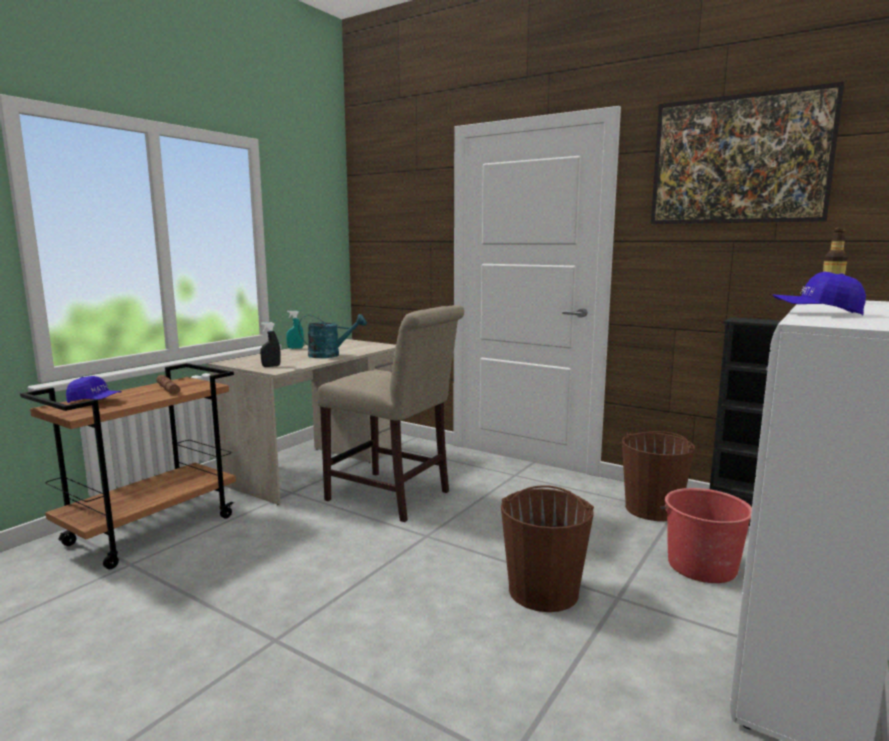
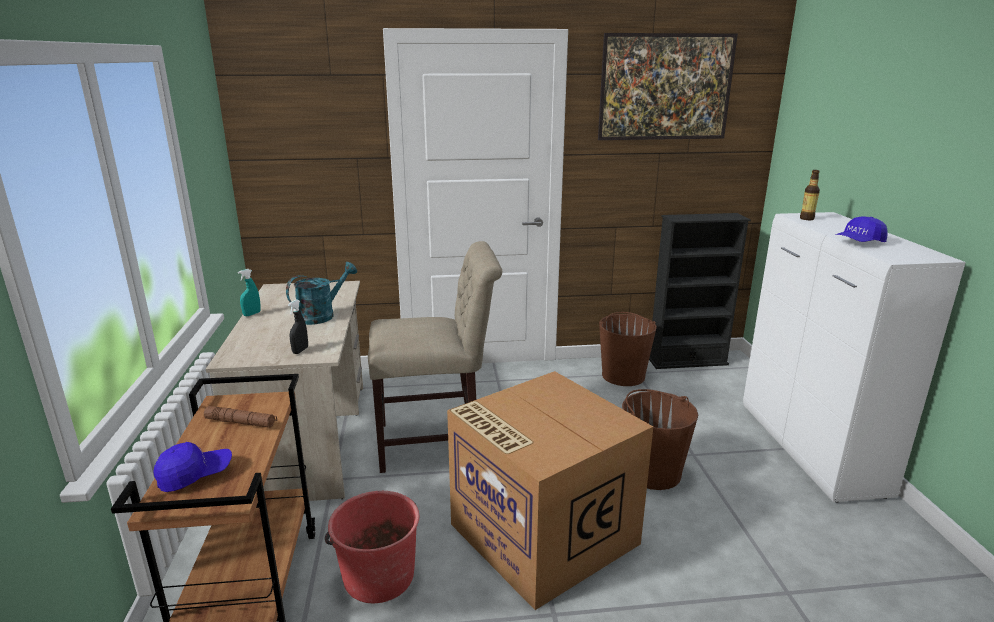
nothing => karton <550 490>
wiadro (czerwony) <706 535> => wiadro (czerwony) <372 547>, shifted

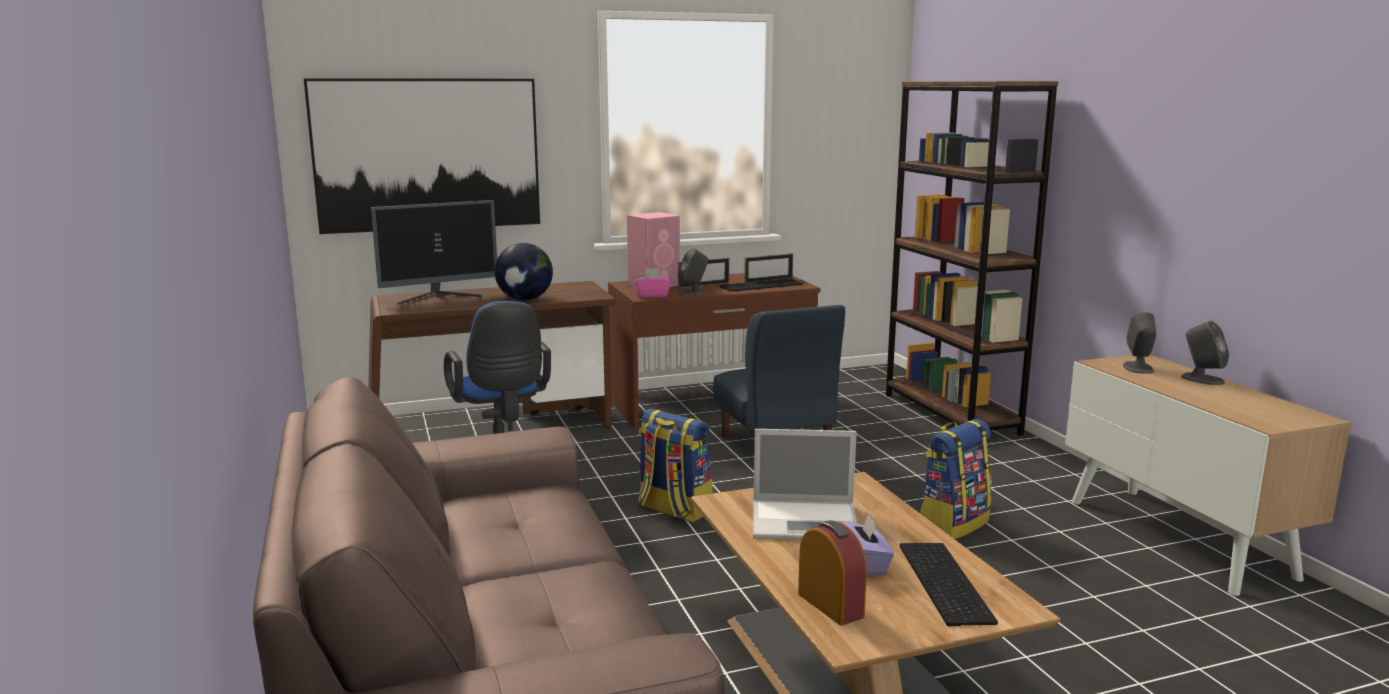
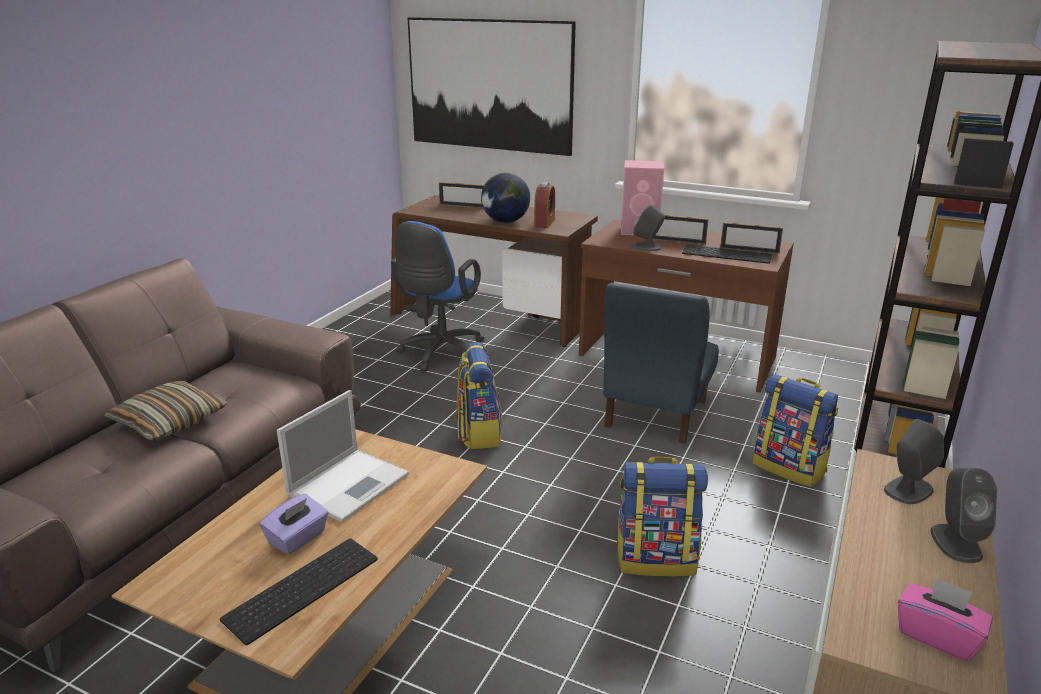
nothing => poduszka <165 411>
nothing => plecak <795 430>
pudełko chusteczek (różowy) <653 283> => pudełko chusteczek (różowy) <945 619>, shifted
budzik <832 572> => budzik <544 205>, shifted
monitor <434 252> => ramka na zdjęcie <461 195>
laptop <805 484> => laptop <343 456>, 105 degrees counterclockwise

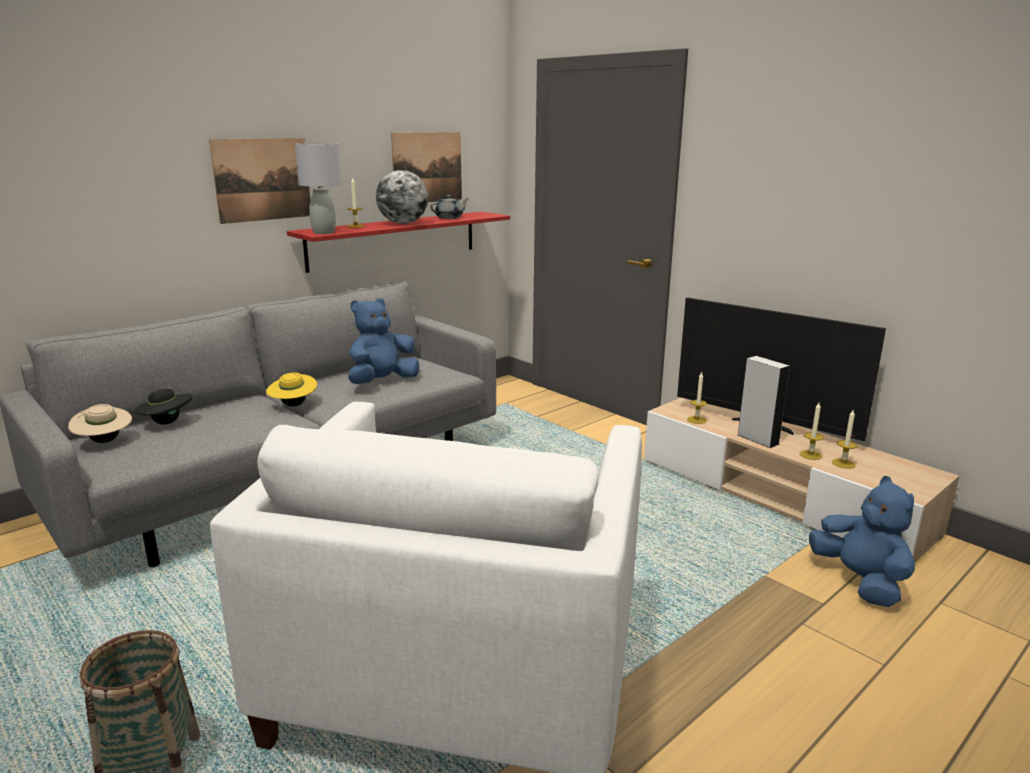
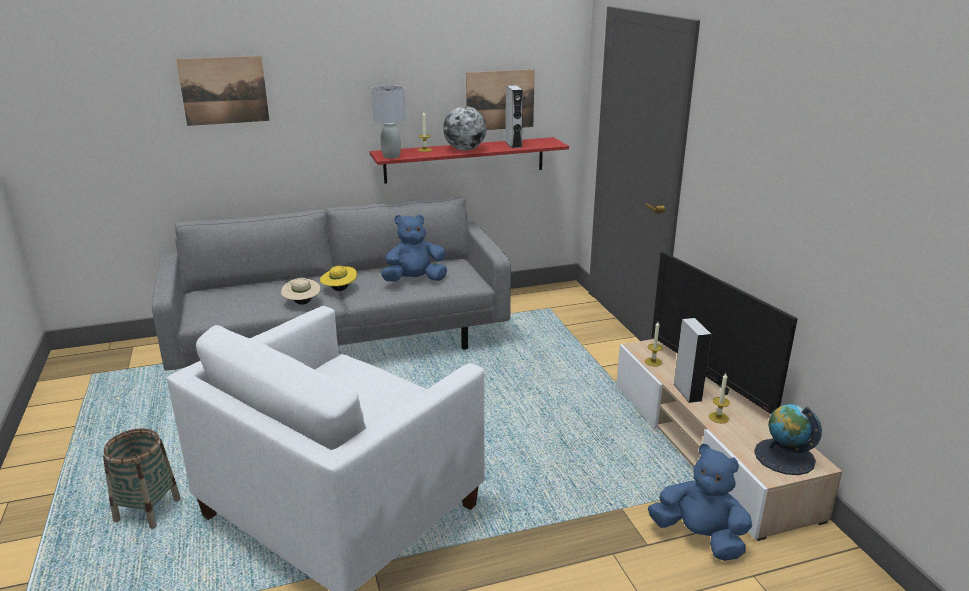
kapelusz (czarny) <163 405> => nothing
świeca <844 439> => nothing
nothing => globus <788 439>
kapelusz (beżowy) <100 423> => kapelusz (beżowy) <301 291>, shifted
obraz <259 181> => obraz <222 91>, shifted
imbryk (szary) <449 207> => głośnik (szary) <514 116>
pluszak (niebieski) <862 541> => pluszak (niebieski) <700 502>, 60 degrees counterclockwise

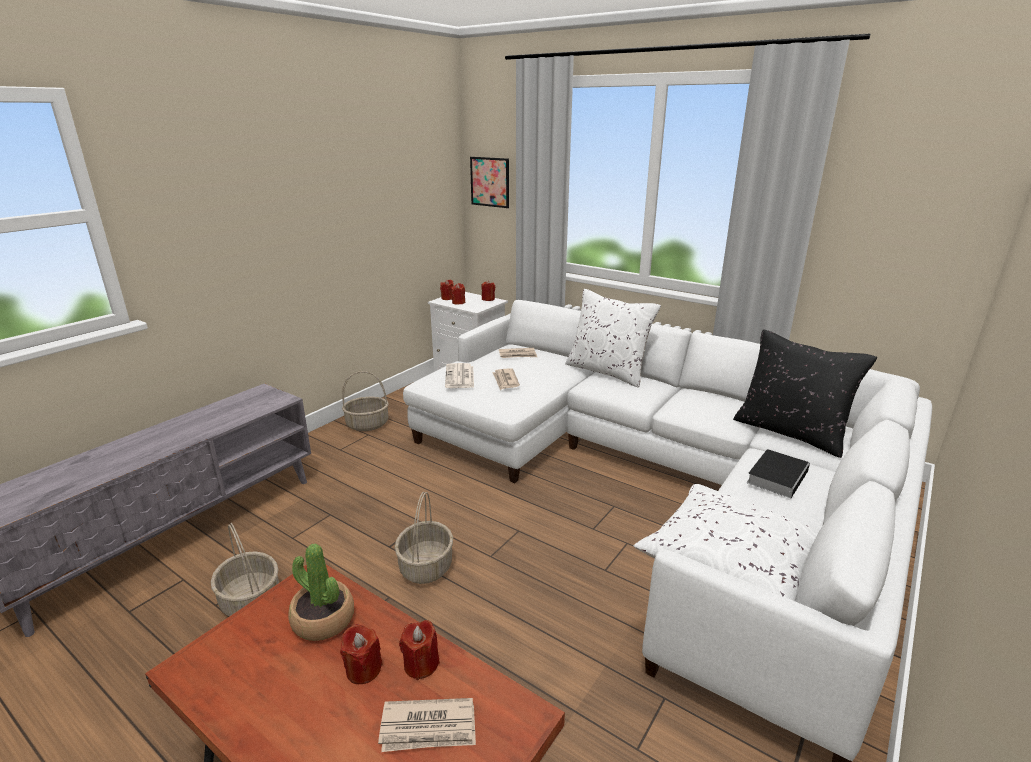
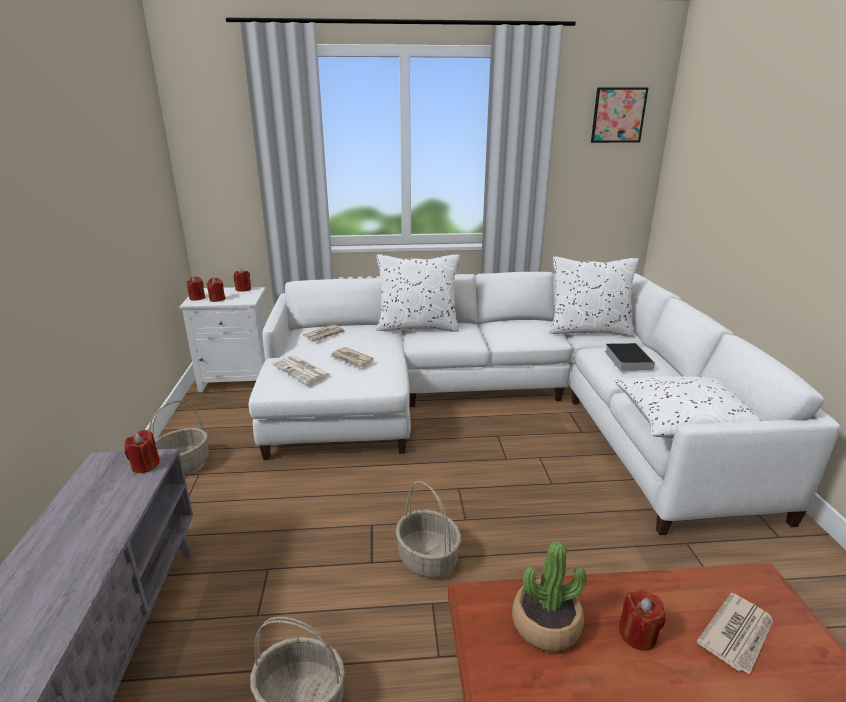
świeca (czerwony) <419 650> => świeca (czerwony) <142 451>, shifted
obraz <489 182> => obraz <620 115>, shifted
poduszka (czarny) <805 394> => poduszka (biały) <594 297>

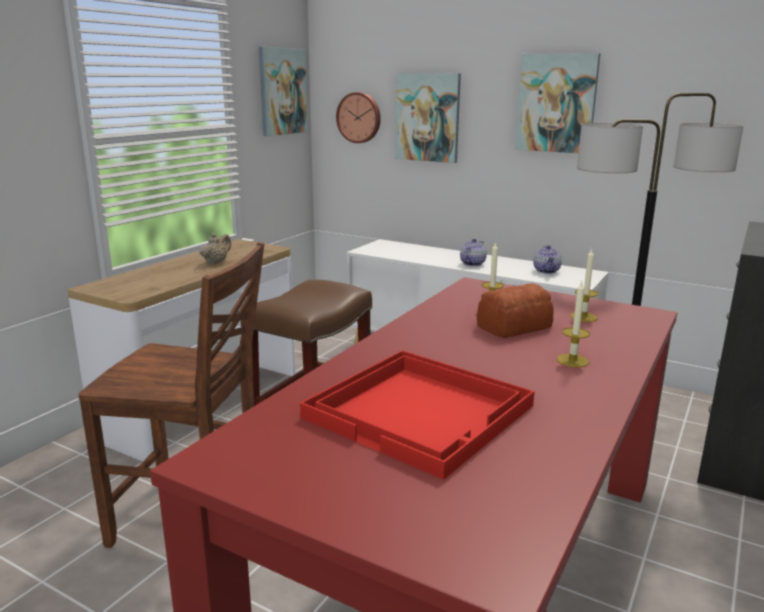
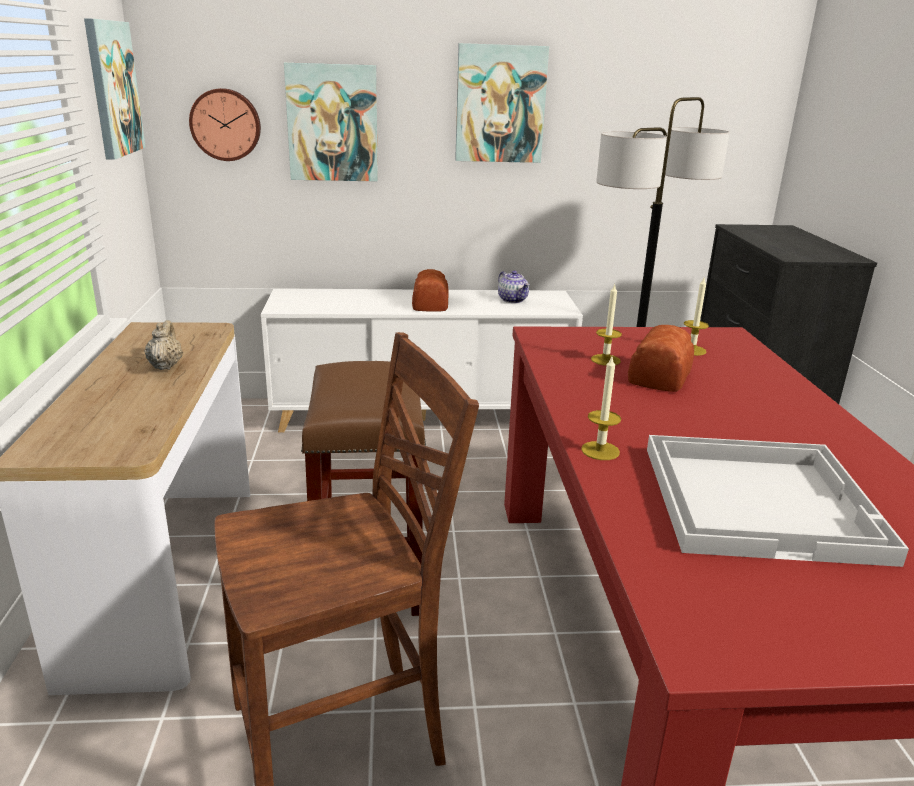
świeca <573 324> => świeca <601 408>, shifted
imbryk <473 252> => chleb <430 290>
taca (czerwony) <417 415> => taca (biały) <778 501>

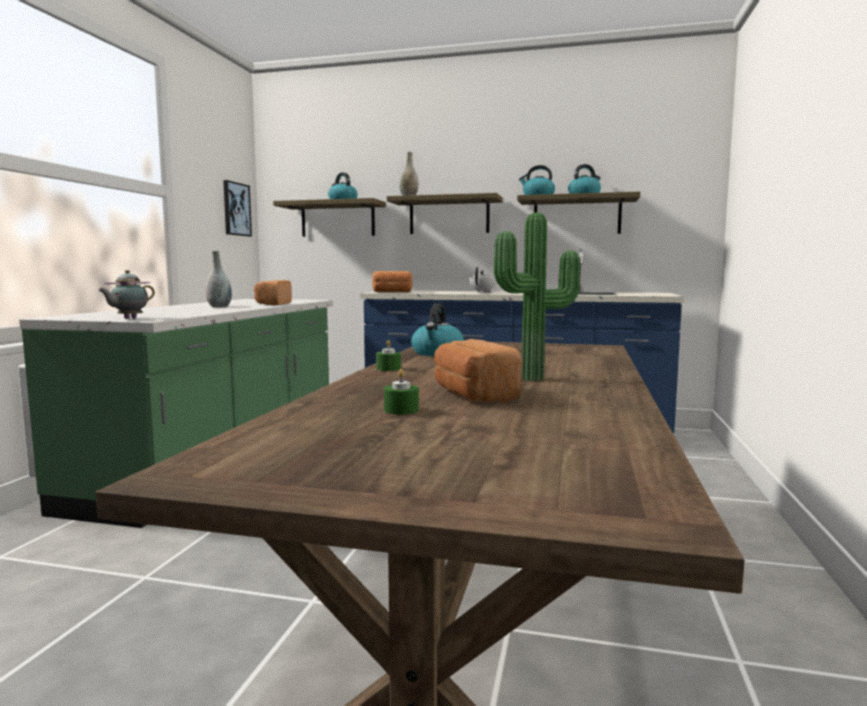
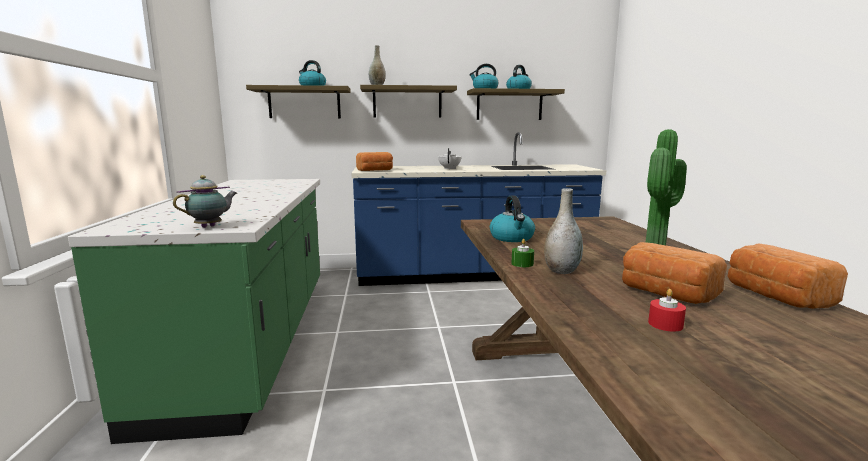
obraz <237 208> => nothing
wazon (szary) <218 279> => wazon (szary) <563 231>, shifted
chleb <273 292> => chleb <787 276>, shifted
świeca (zielony) <401 392> => świeca (czerwony) <667 310>
imbryk <126 294> => imbryk <205 201>, 150 degrees counterclockwise

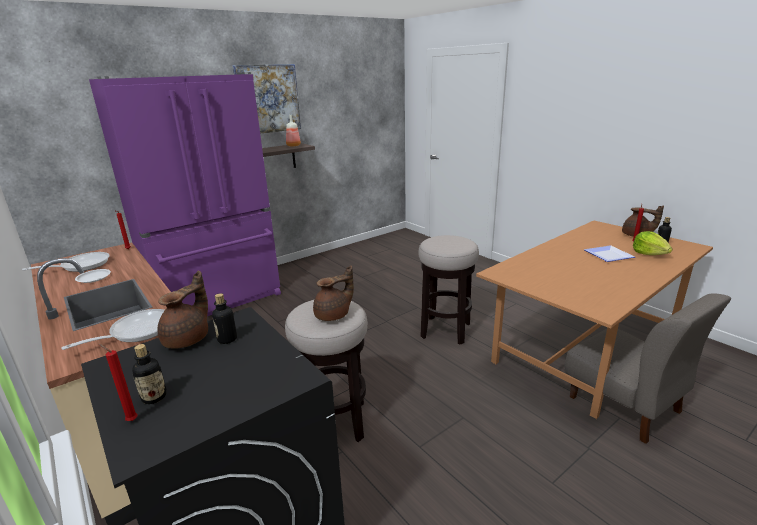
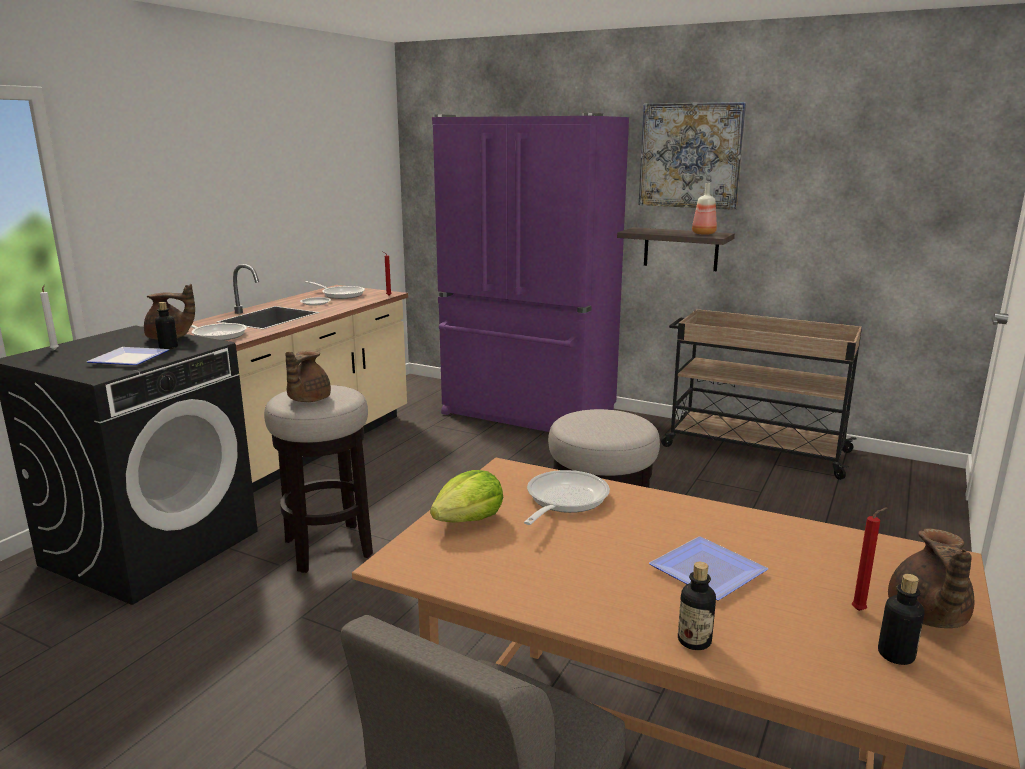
nothing => talerz <128 356>
nothing => patelnia <567 497>
nothing => wózek (beżowy) <761 394>
butelka <149 374> => butelka <697 606>, shifted
sałata <652 243> => sałata <466 496>, shifted
świeca (czerwony) <118 382> => świeca (biały) <49 317>
imbryk (brązowy) <333 293> => imbryk (brązowy) <308 376>, 75 degrees clockwise

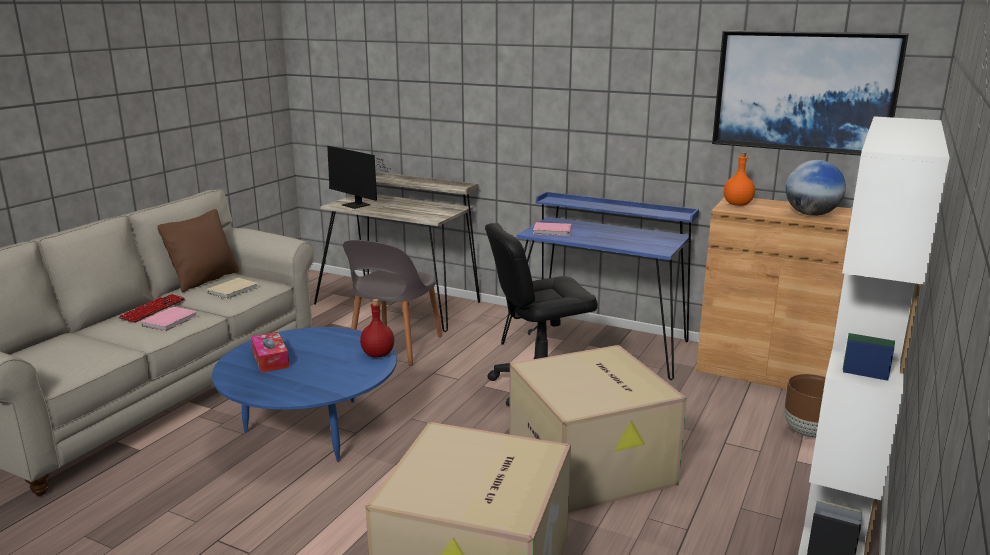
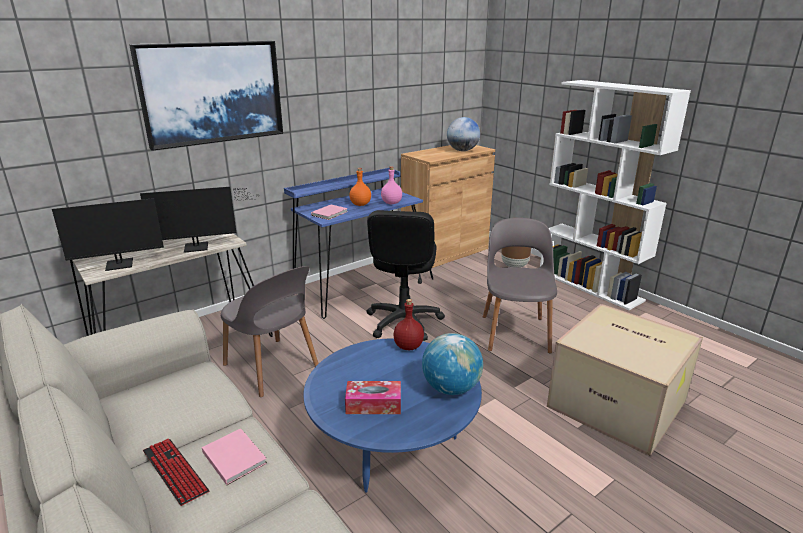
poduszka (brązowy) <198 250> => nothing
książka (beżowy) <232 288> => nothing
nothing => monitor <199 220>
nothing => butelka (różowy) <391 185>
nothing => globus <452 364>
obraz <810 93> => obraz <206 96>, shifted
butelka (pomarańczowy) <739 179> => butelka (pomarańczowy) <360 187>, shifted
karton <598 429> => krzesło (szary) <520 286>

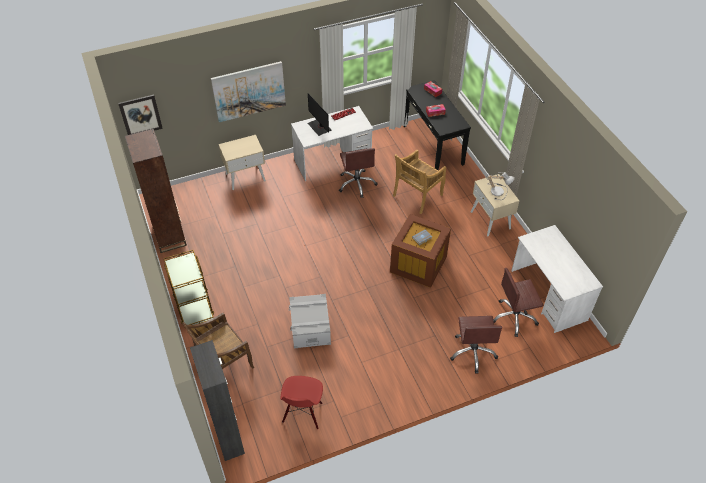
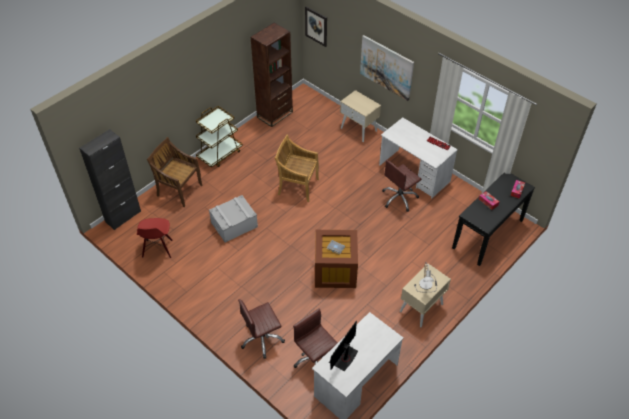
monitor <319 114> => monitor <343 346>, shifted
krzesło (beżowy) <419 182> => krzesło (beżowy) <297 168>, shifted
krzesło (czerwony) <301 402> => krzesło (czerwony) <155 238>, 75 degrees counterclockwise

